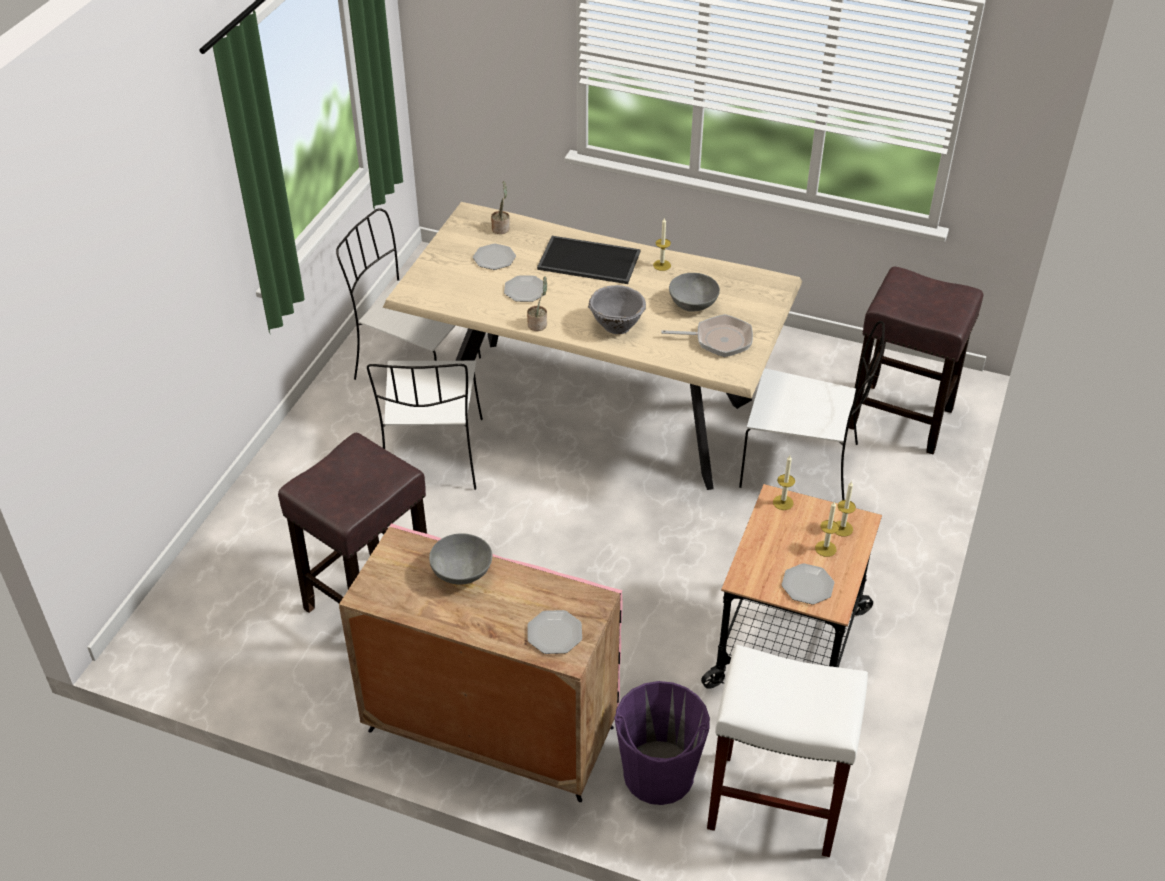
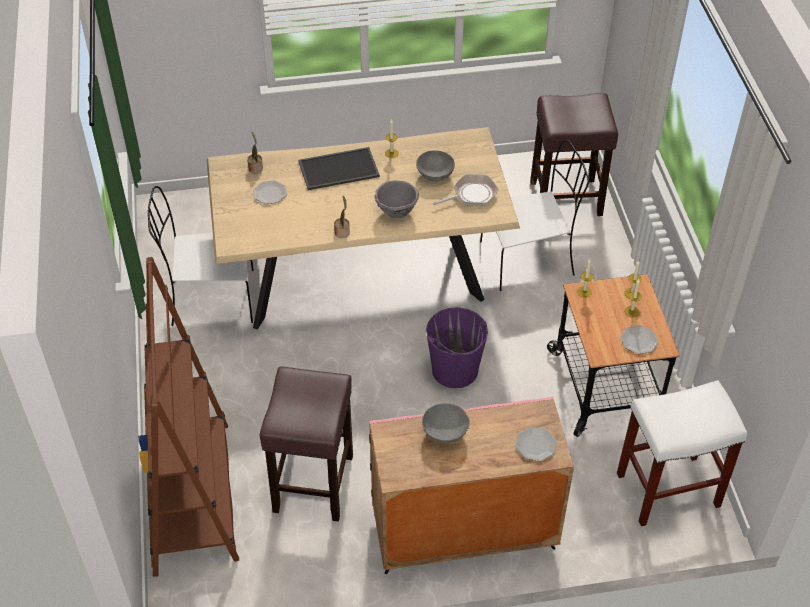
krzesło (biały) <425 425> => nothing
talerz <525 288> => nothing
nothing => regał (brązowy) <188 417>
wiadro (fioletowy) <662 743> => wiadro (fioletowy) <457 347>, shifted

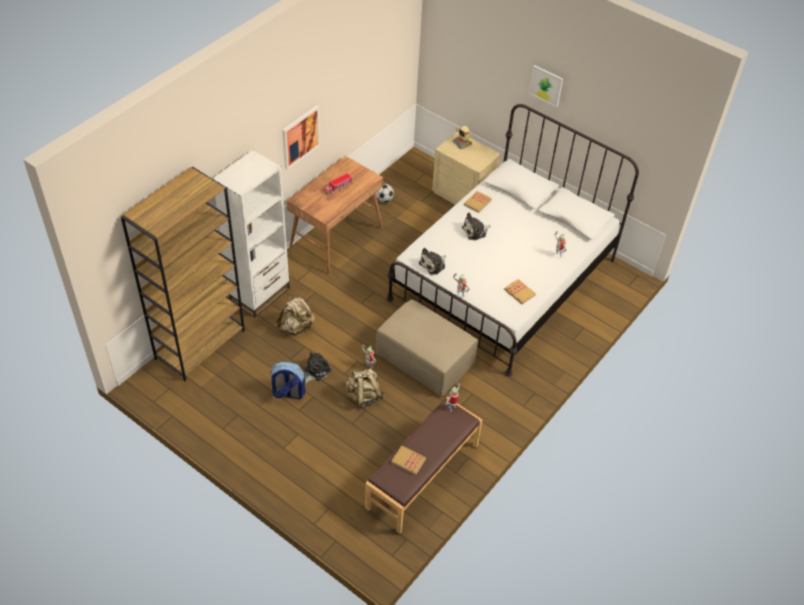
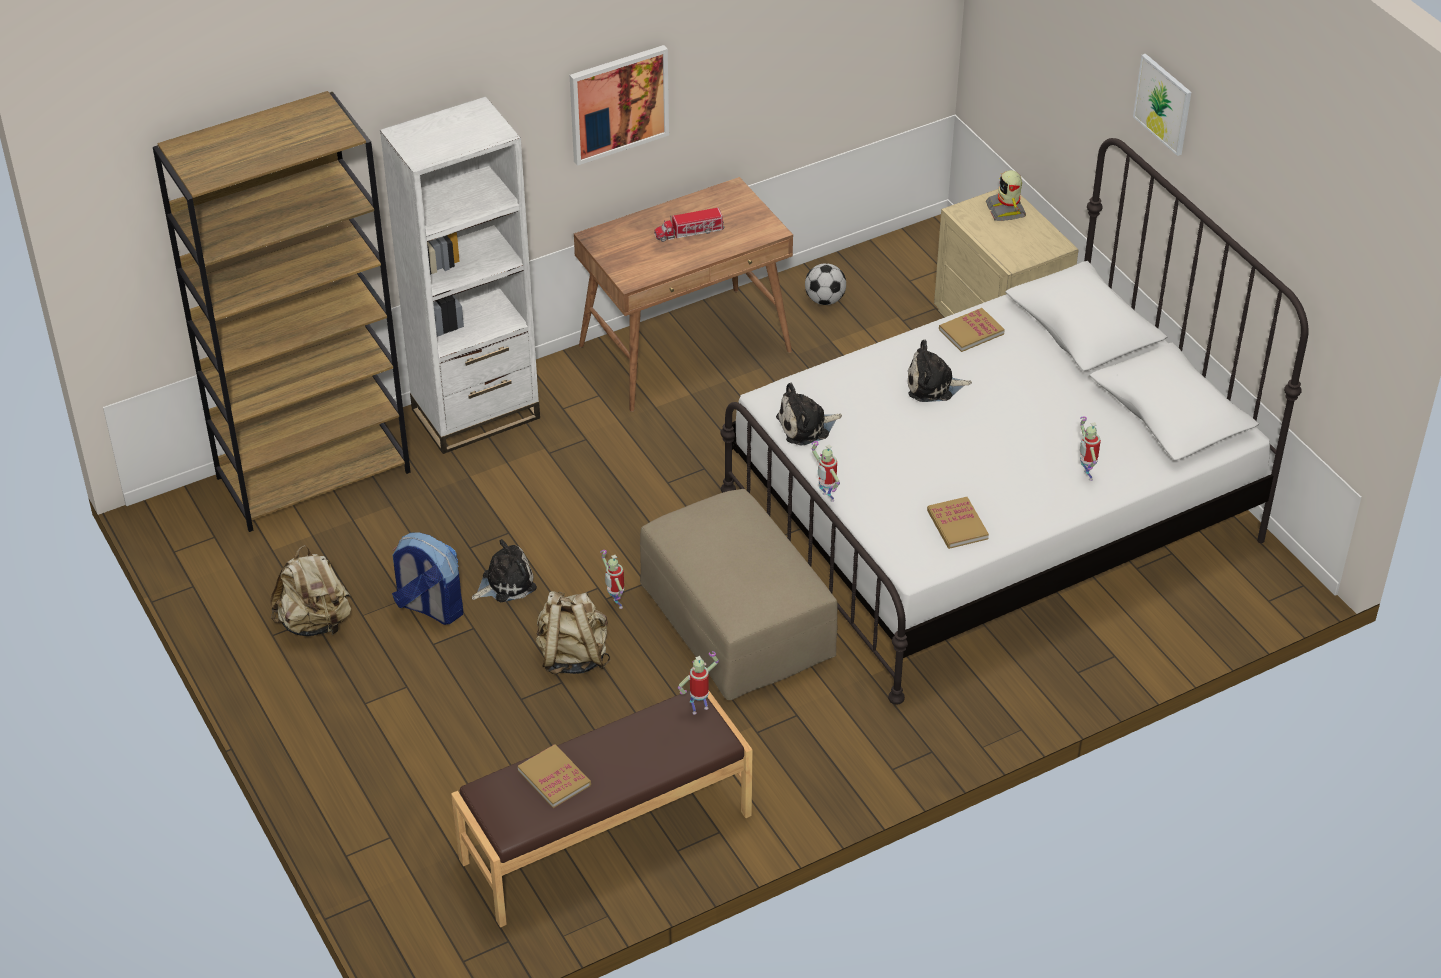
plecak (beżowy) <295 315> => plecak (beżowy) <310 590>, shifted

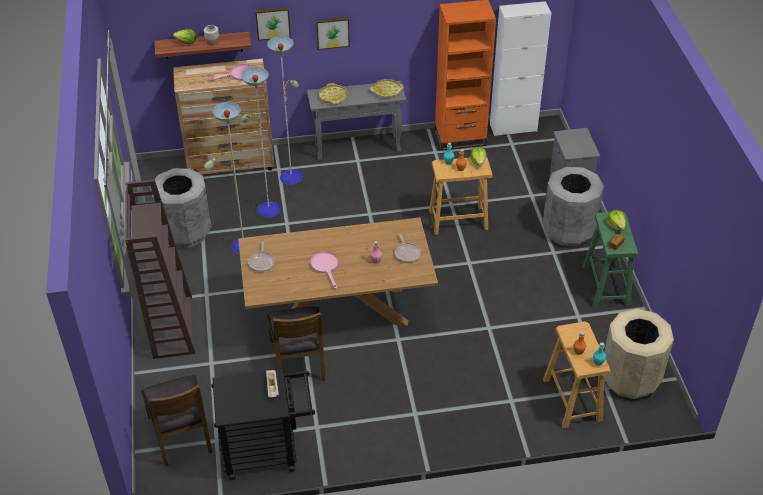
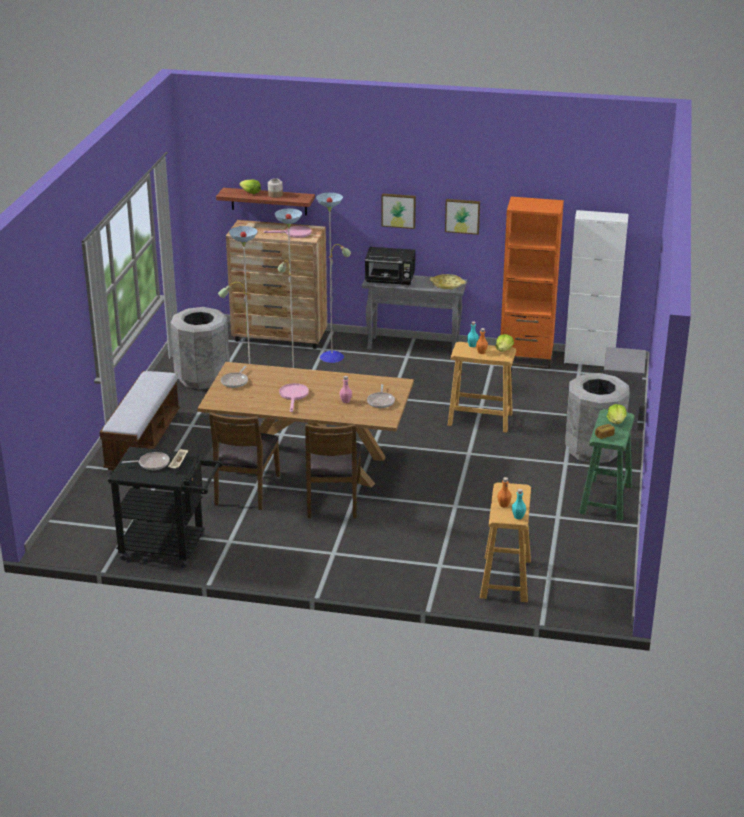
kosz na śmieci (beżowy) <639 354> => nothing
nothing => patelnia <146 461>
krzesło (brązowy) <176 421> => krzesło (brązowy) <333 471>, shifted
obraz <273 24> => obraz <462 217>, shifted
regał (brązowy) <160 269> => ławka <140 421>
taca (żółty) <333 93> => mikrofalówka (czarny) <390 266>

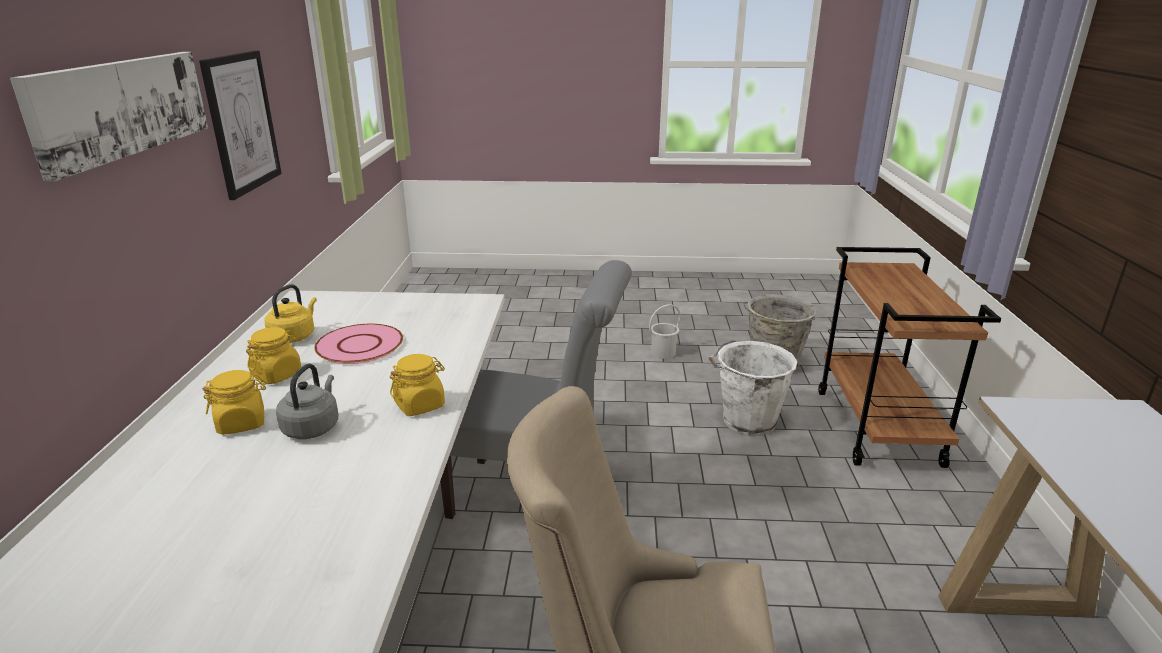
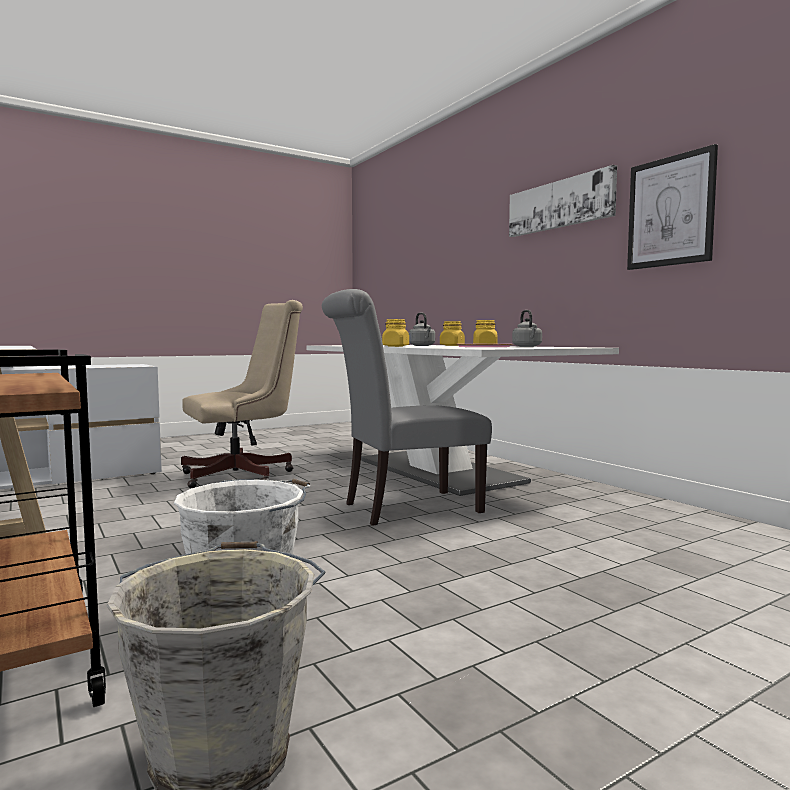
wiadro (biały) <665 331> => nothing
czajnik (żółty) <291 313> => czajnik (szary) <527 328>

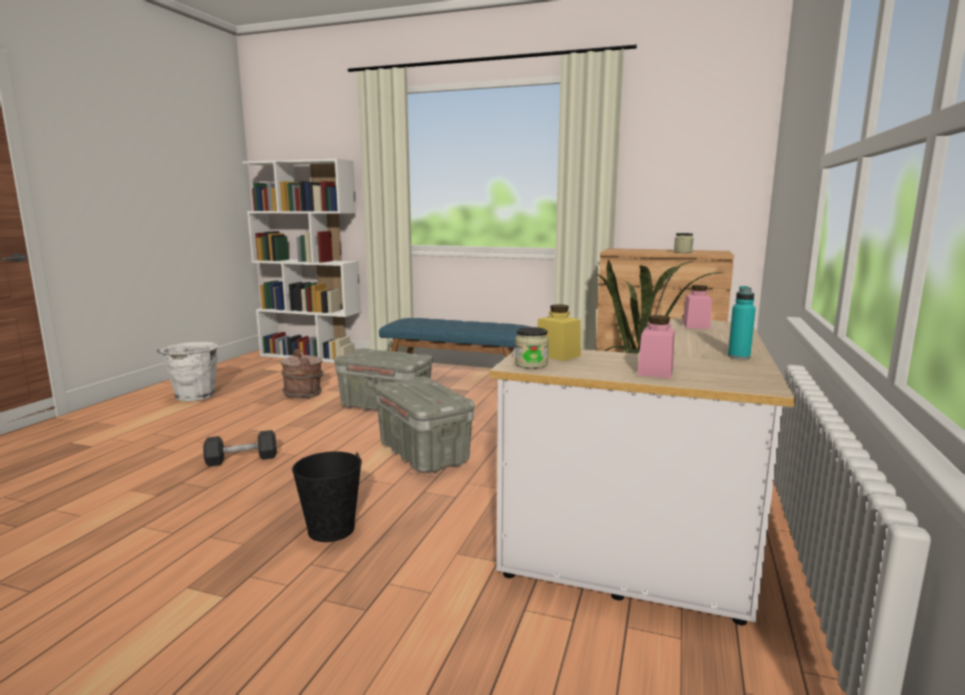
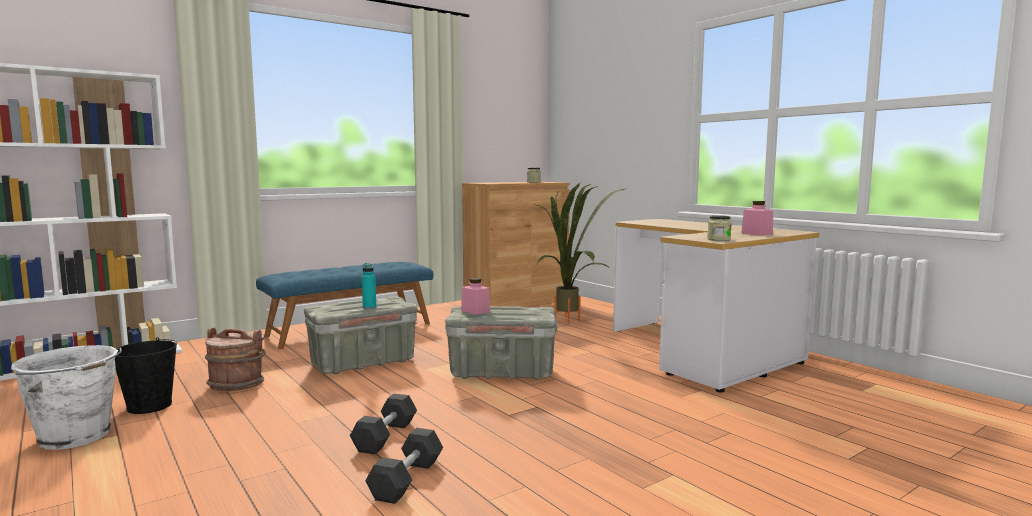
słoik (żółty) <559 332> => nothing
nothing => hantel (szary) <404 466>
wiadro (czarny) <327 496> => wiadro (czarny) <146 375>, shifted
słoik (różowy) <697 307> => słoik (różowy) <475 296>, shifted
butelka (turkusowy) <742 322> => butelka (turkusowy) <369 286>, shifted

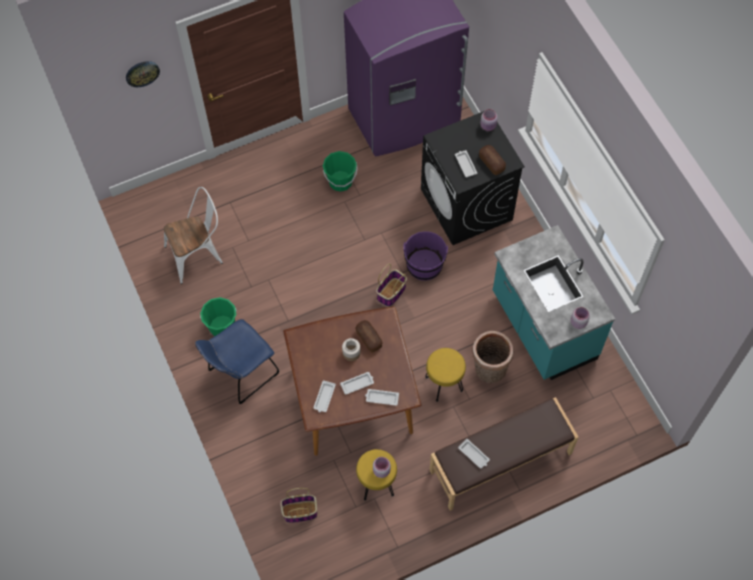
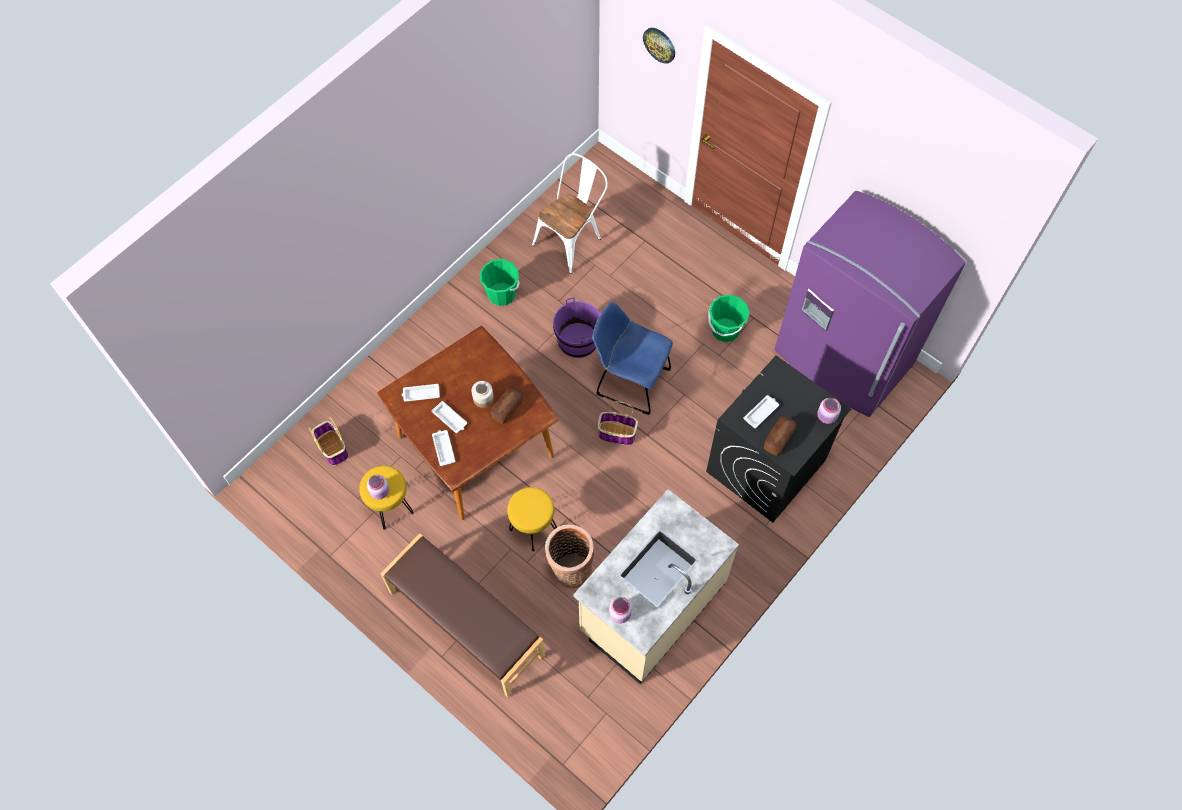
taca (biały) <474 454> => nothing
krzesło (niebieski) <237 361> => krzesło (niebieski) <632 358>, shifted
wiadro (fioletowy) <425 256> => wiadro (fioletowy) <576 327>, shifted
zabudowa kuchenna (turkusowy) <554 302> => zabudowa kuchenna (beżowy) <656 586>
krzesło (biały) <193 235> => krzesło (biały) <570 213>, 90 degrees counterclockwise

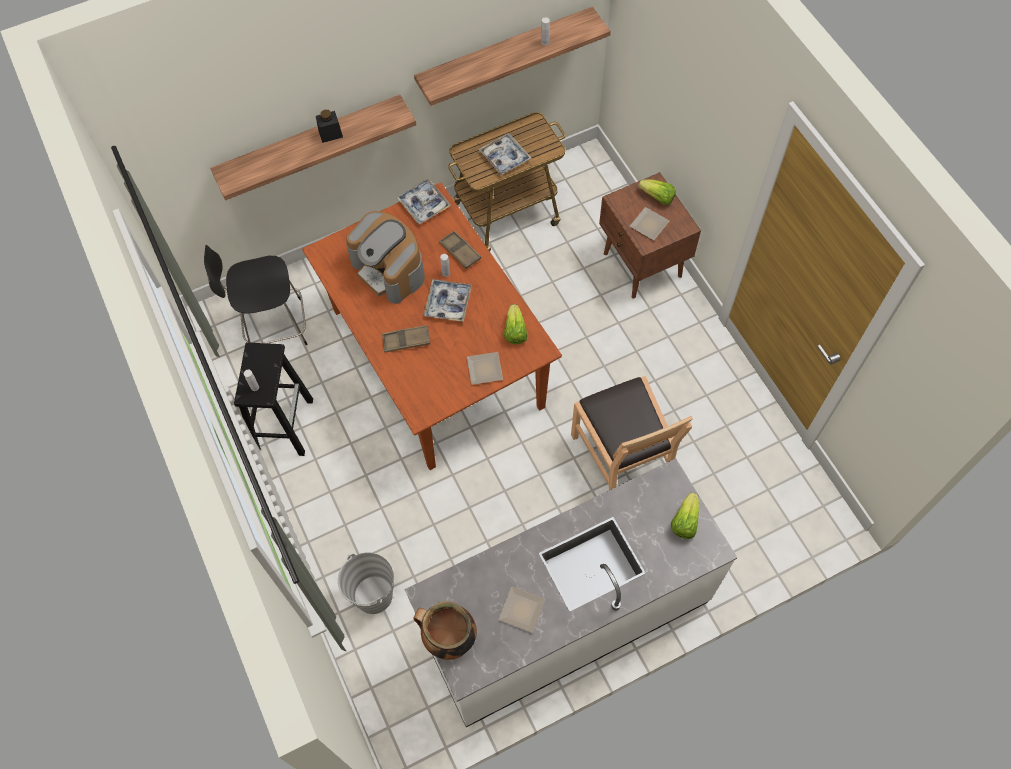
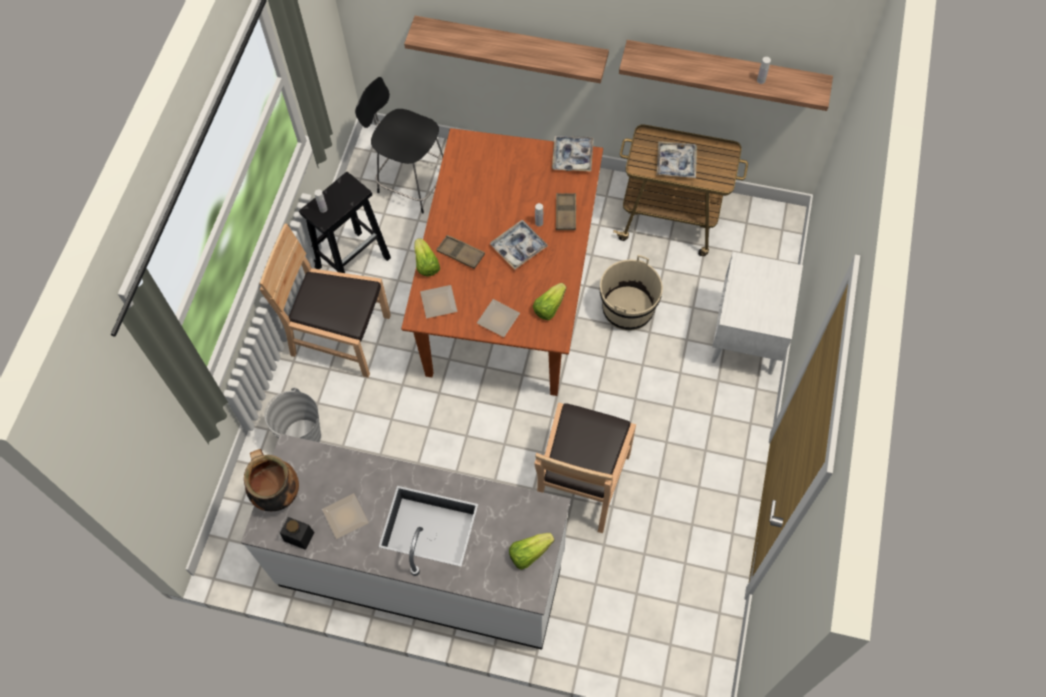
ekspres do kawy <385 257> => nothing
nothing => krzesło (brązowy) <325 300>
nothing => wiadro (beżowy) <631 293>
słoik (czarny) <329 126> => słoik (czarny) <297 533>, shifted
talerz <649 223> => talerz <438 301>, shifted
sałata <657 192> => sałata <427 257>, shifted
szafka nocna (brązowy) <650 235> => szafka nocna (biały) <757 313>

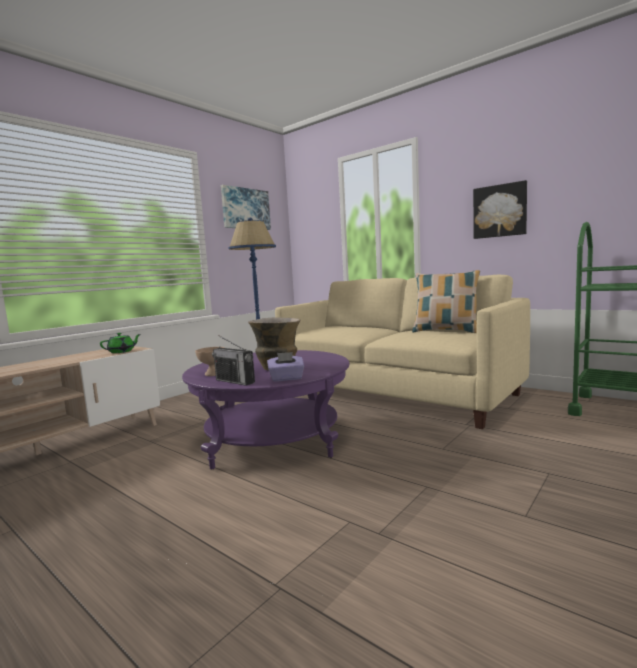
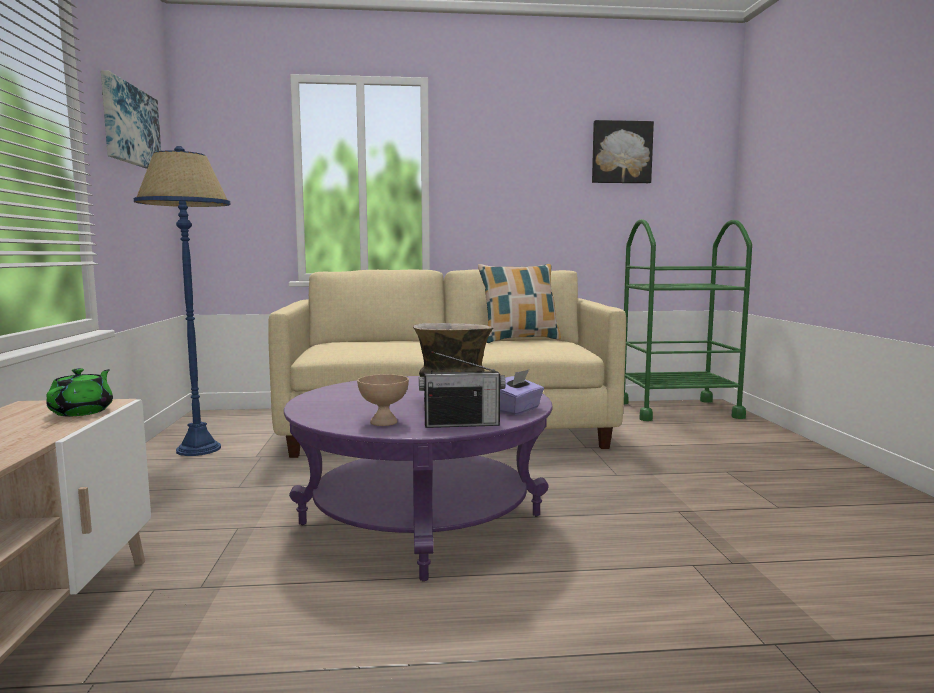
obraz <500 209> => obraz <623 151>, shifted

